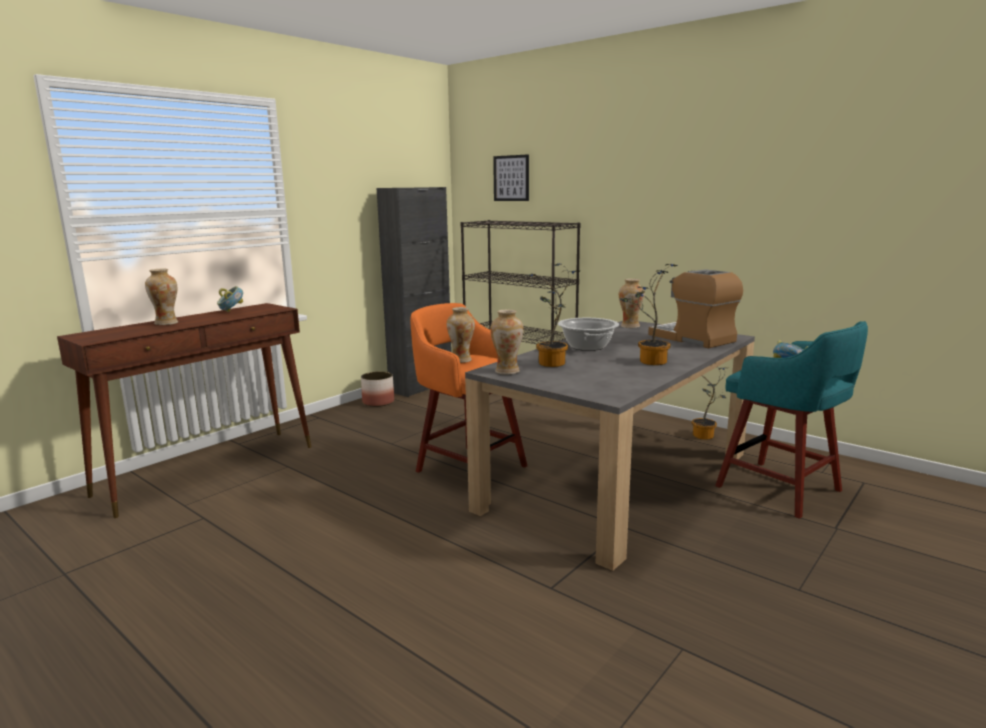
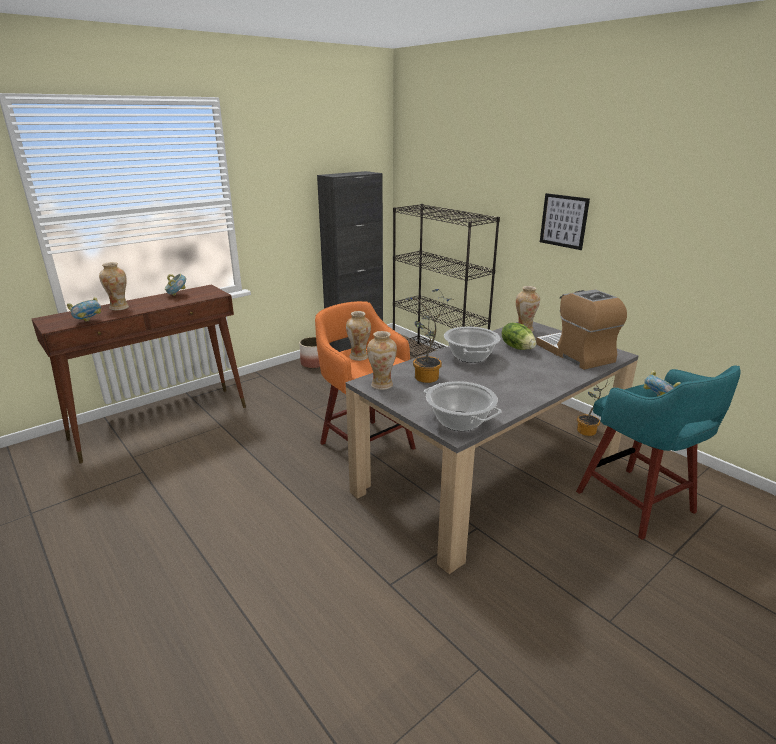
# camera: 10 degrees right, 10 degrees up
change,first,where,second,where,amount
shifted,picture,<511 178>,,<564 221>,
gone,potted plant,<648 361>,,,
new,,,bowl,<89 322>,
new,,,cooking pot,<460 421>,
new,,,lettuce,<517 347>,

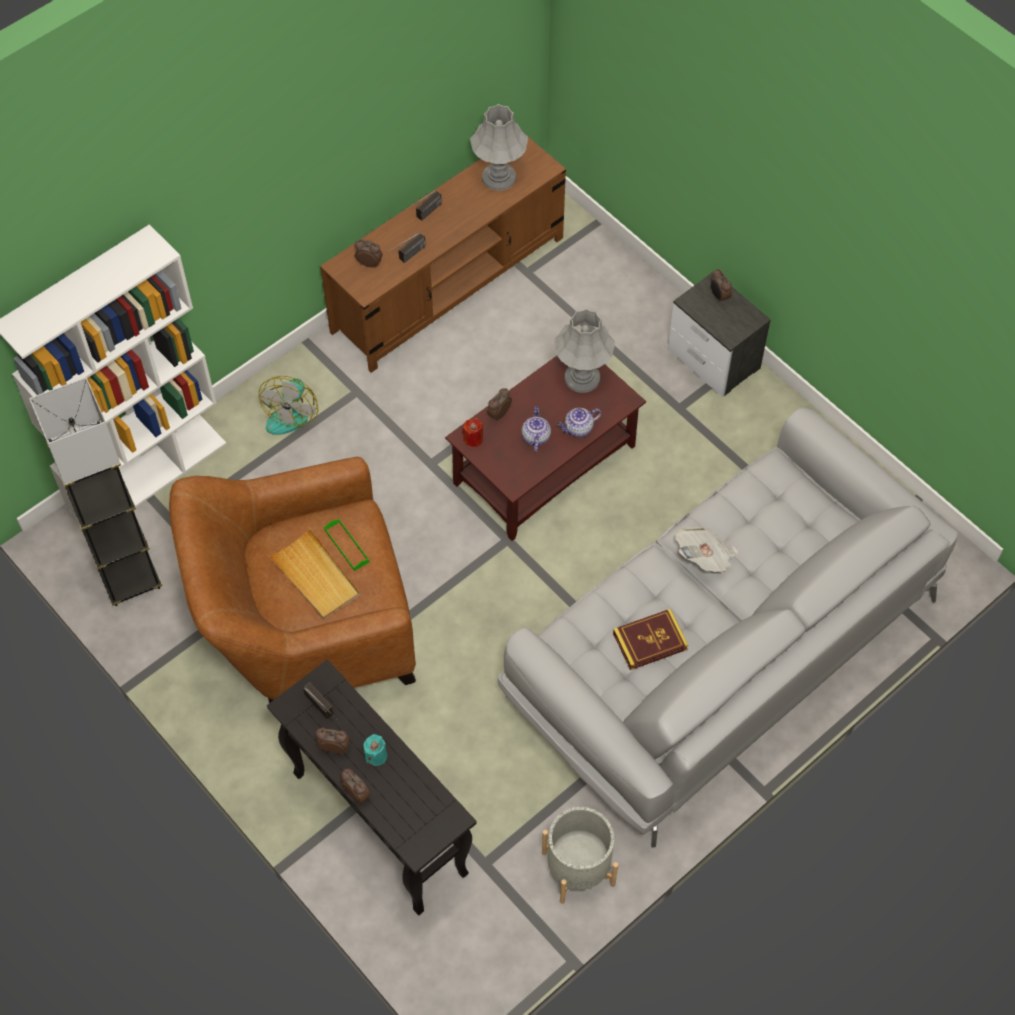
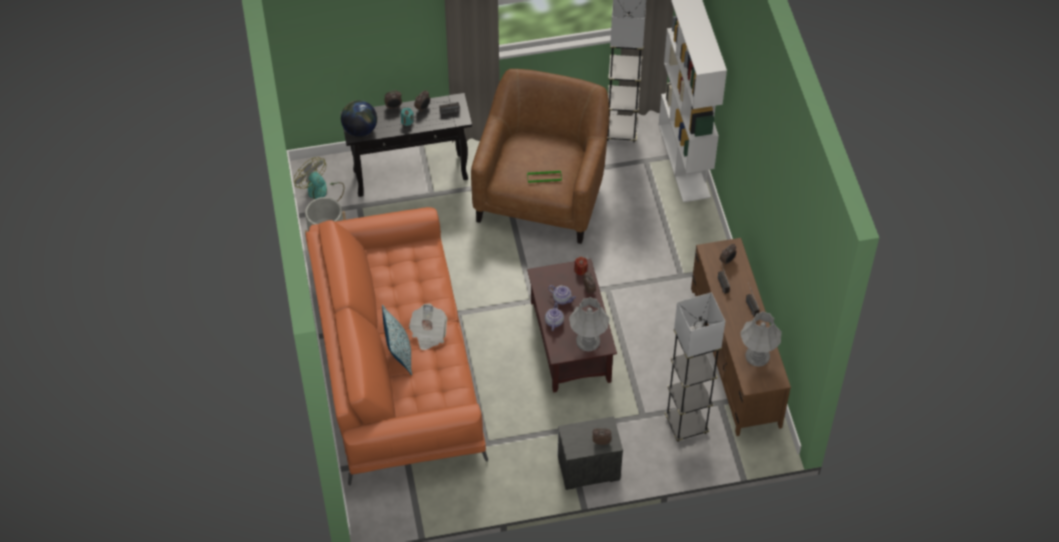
# camera: 120 degrees right, 5 degrees down
change,first,where,second,where,amount
shifted,fan,<291 411>,,<321 192>,
gone,beige tray,<315 576>,,,
repainted,grey sofa,<719 649>,orange sofa,<397 363>,
gone,book,<650 641>,,,
new,,,globe,<360 129>,
new,,,pillow,<399 353>,
new,,,grey floor lamp,<686 425>,

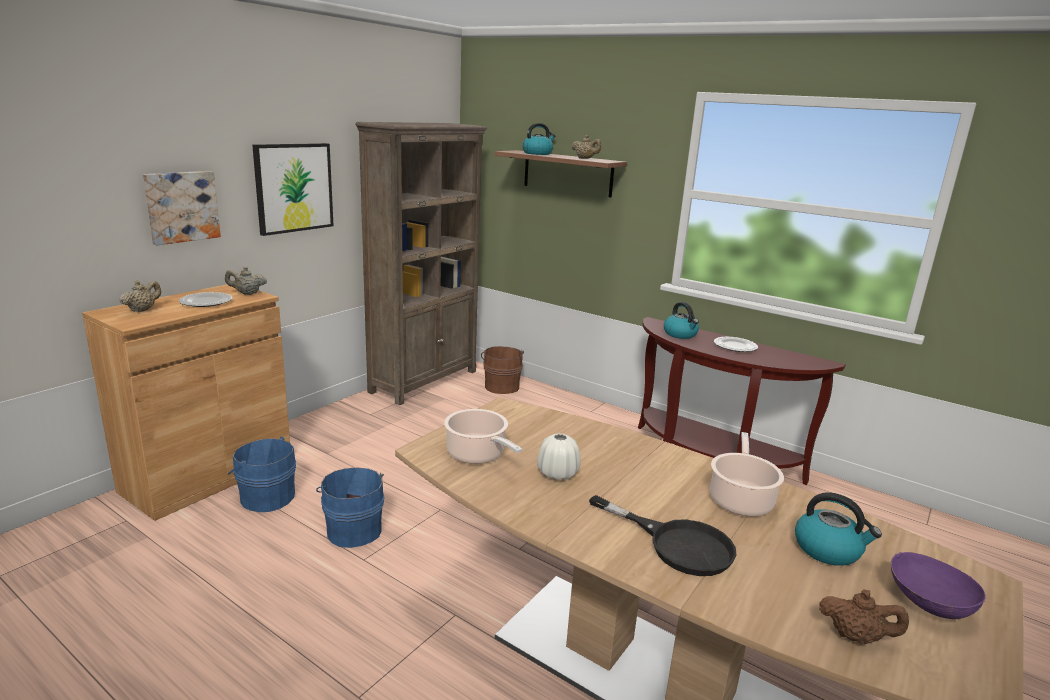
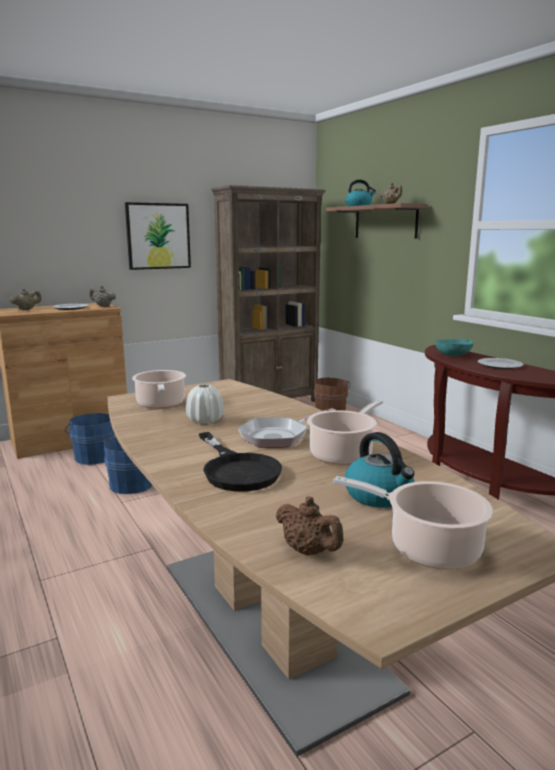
# camera: 25 degrees right, 5 degrees down
change,first,where,second,where,amount
gone,picture,<181 206>,,,
swapped,kettle,<680 334>,turquoise bowl,<453 355>,
swapped,purple bowl,<927 604>,cooking pot,<428 548>,
new,,,frying pan,<278 436>,

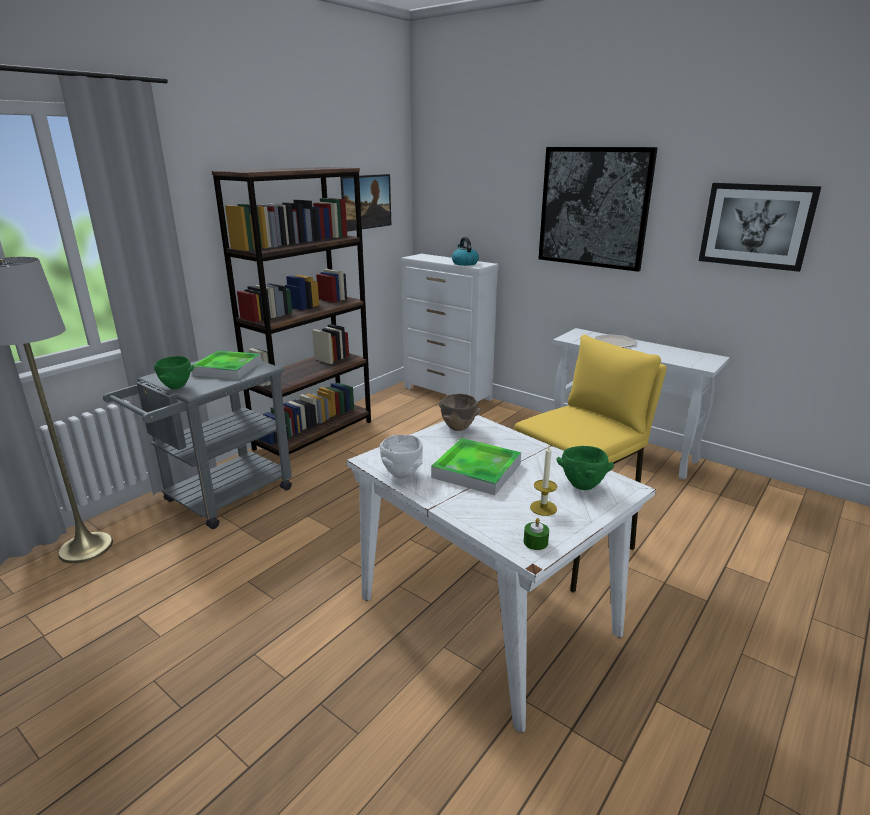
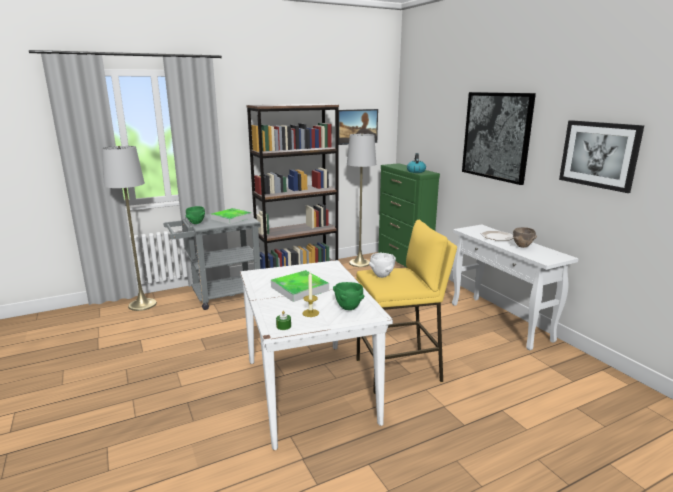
# camera: 25 degrees right, 5 degrees down
change,first,where,second,where,amount
shifted,white bowl,<402 475>,,<381 276>,
repainted,white dresser,<447 393>,green dresser,<404 263>,
shifted,brown bowl,<457 428>,,<522 246>,
new,,,grey floor lamp,<359 263>,

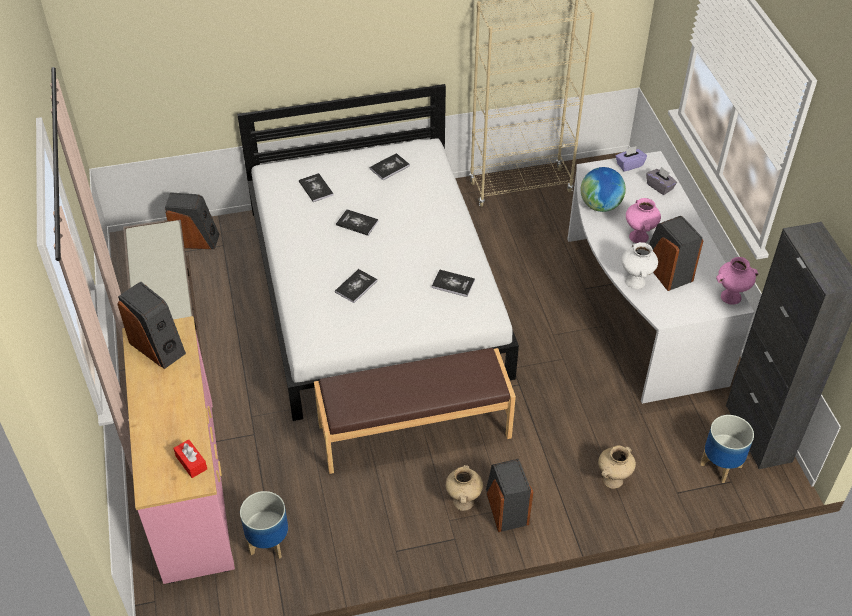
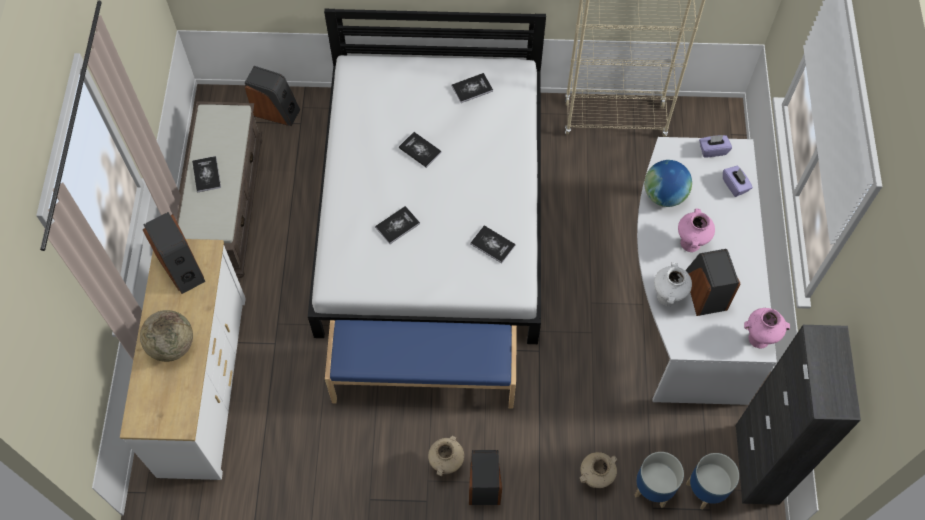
# camera: 15 degrees right, 15 degrees up
change,first,where,second,where,amount
repainted,pink dresser,<188 487>,white dresser,<202 384>,
gone,red tissue box,<191 462>,,,
shifted,planter,<268 543>,,<653 489>,
shifted,book,<316 188>,,<206 174>,
repainted,brown bench,<414 430>,blue bench,<423 376>,
repainted,grey tissue box,<660 187>,purple tissue box,<735 185>,
new,,,globe,<172 345>,

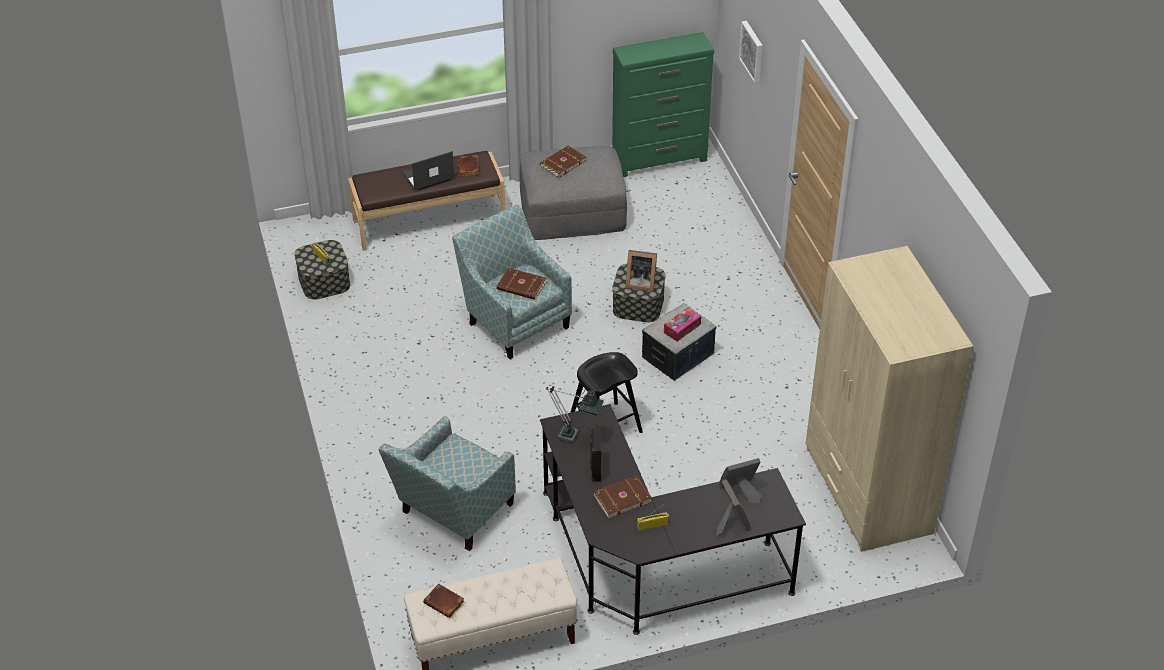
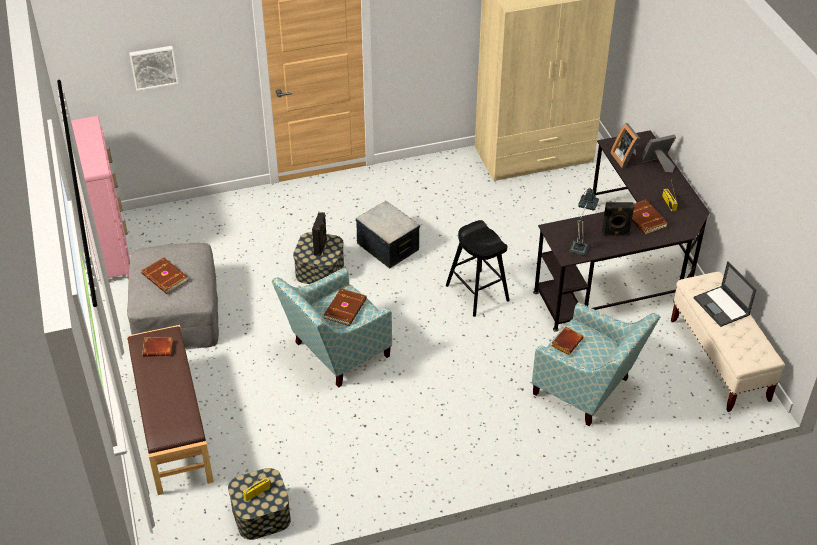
# camera: 90 degrees left, 0 degrees up
change,first,where,second,where,amount
shifted,laptop,<427 176>,,<722 307>,
shifted,brown book,<445 603>,,<566 342>,
repainted,green dresser,<660 160>,pink dresser,<111 251>,
swapped,picture frame,<640 282>,black speaker,<321 247>,
gone,tissue box,<682 328>,,,

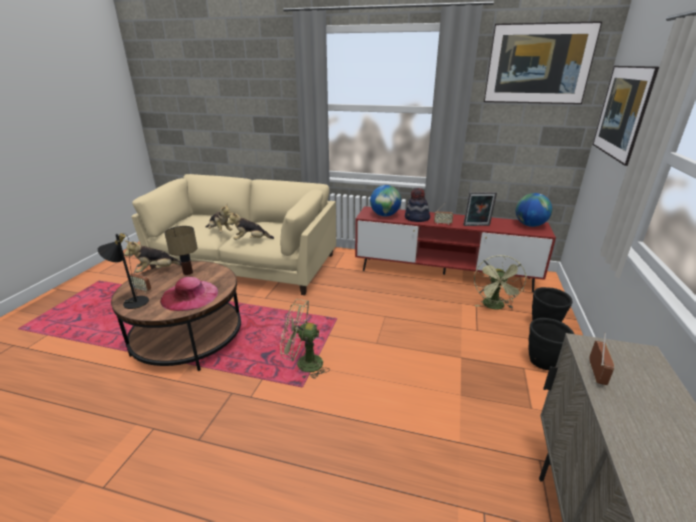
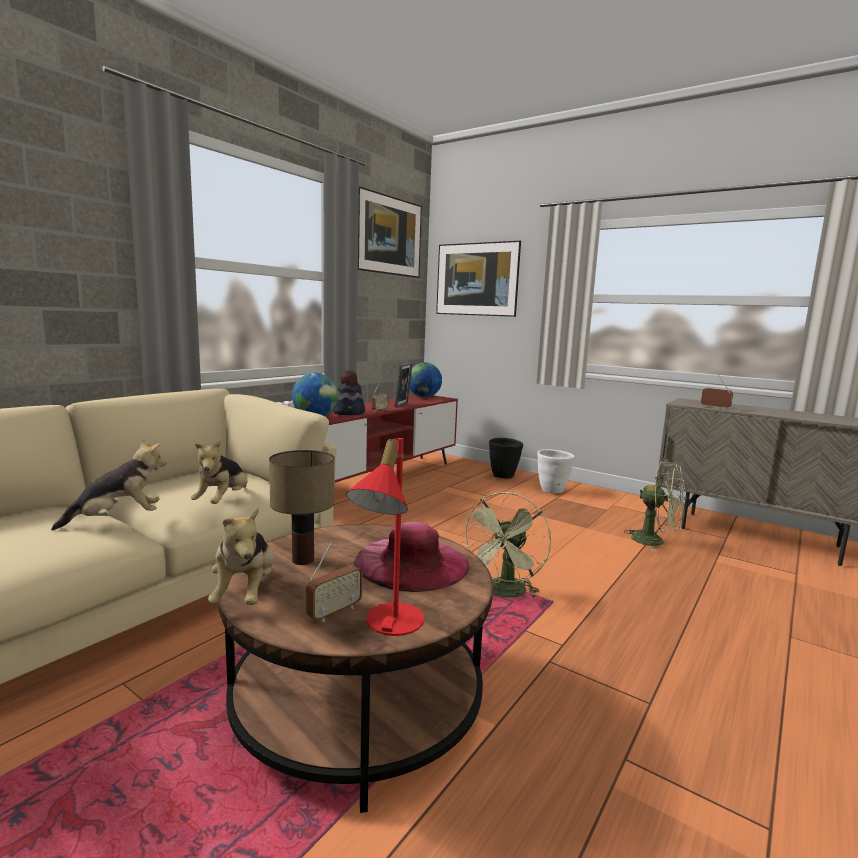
# camera: 70 degrees left, 15 degrees down
change,first,where,second,where,amount
repainted,black table lamp,<132 301>,red table lamp,<387 624>,
shifted,green fan,<494 307>,,<655 541>,
repainted,black planter,<542 363>,white planter,<552 491>,

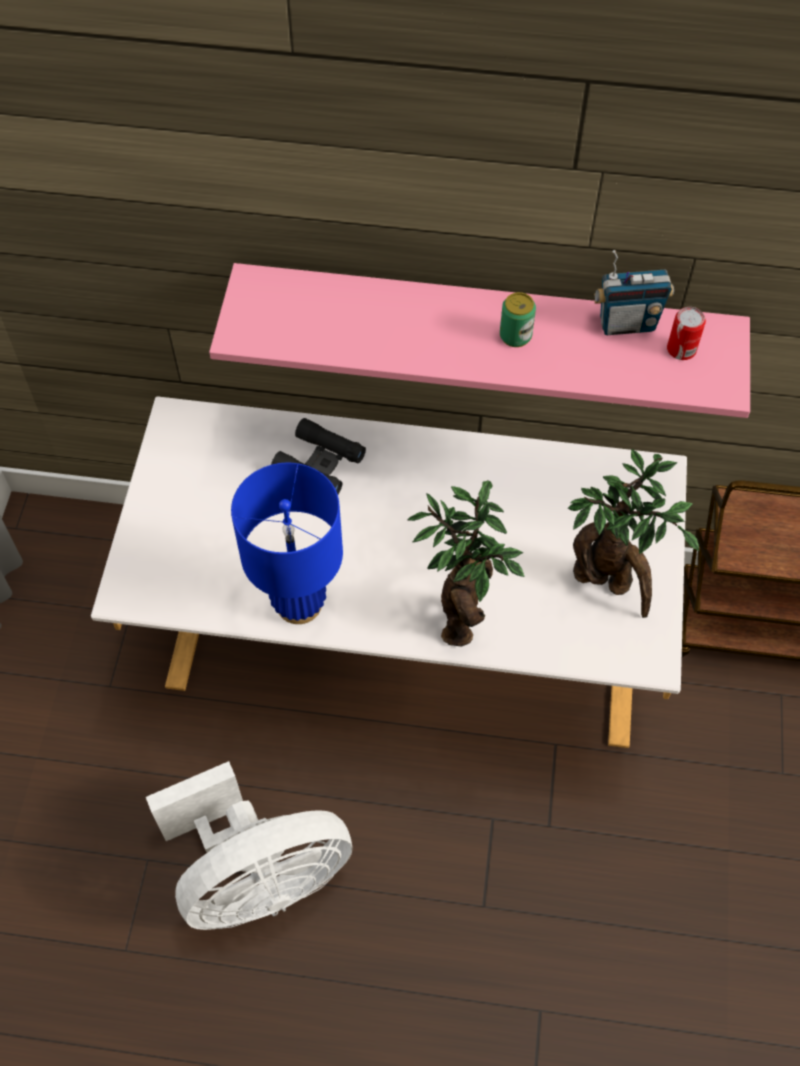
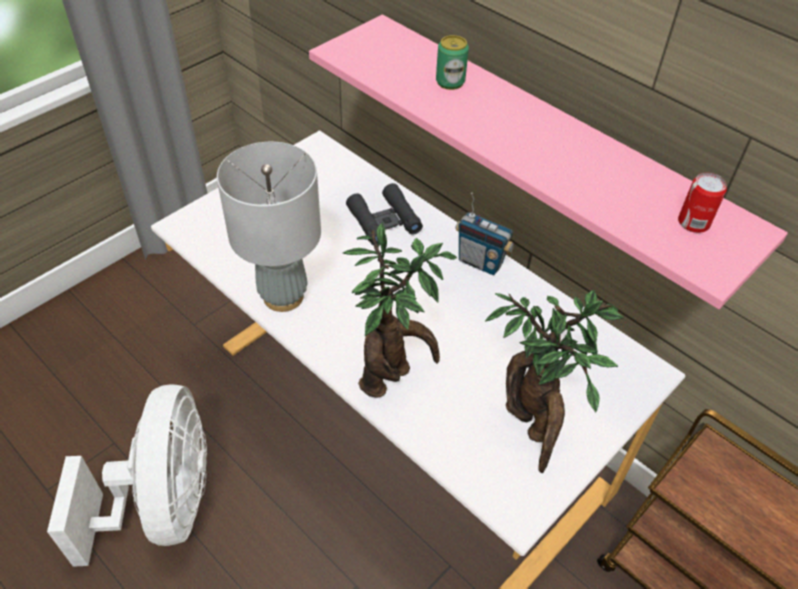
# camera: 35 degrees right, 10 degrees down
change,first,where,second,where,amount
rotated,white fan,<258 878>,,<165 505>,105 degrees counterclockwise
repainted,blue table lamp,<298 603>,grey table lamp,<283 296>,
shifted,can,<515 336>,,<450 82>,
shifted,radio,<626 324>,,<480 262>,

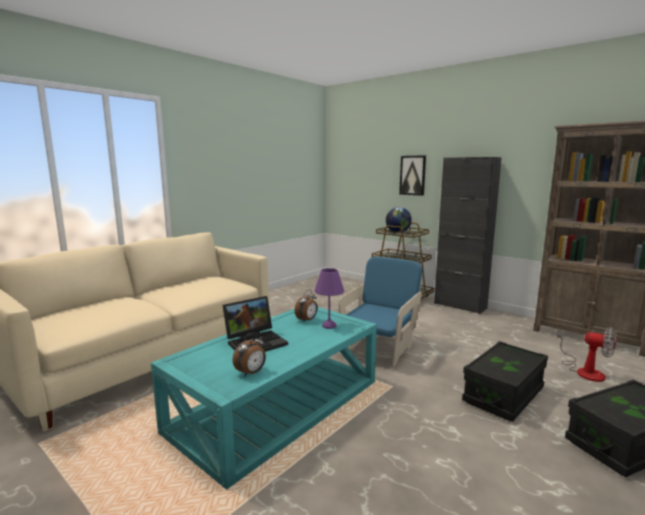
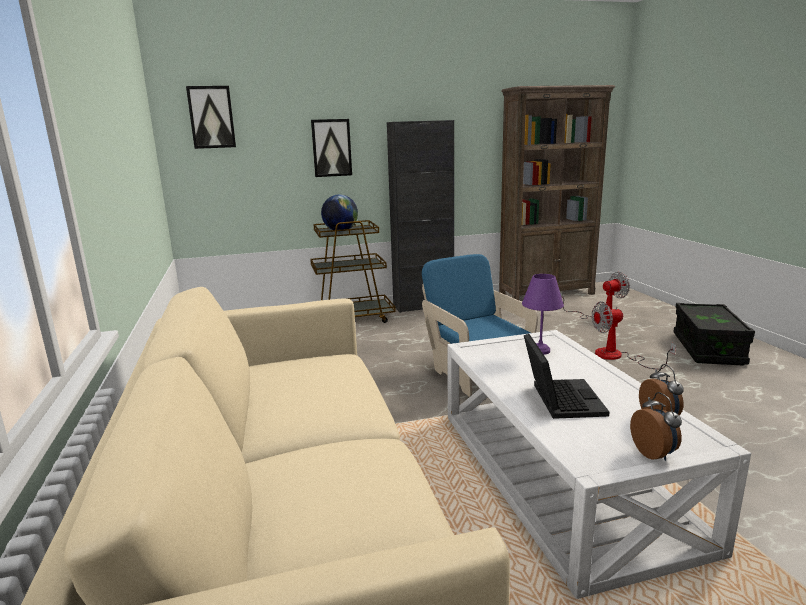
# camera: 55 degrees left, 5 degrees up
change,first,where,second,where,amount
repainted,turquoise coffee table,<277 405>,white coffee table,<559 474>,
shifted,alarm clock,<307 320>,,<654 453>,
swapped,black storage box,<503 395>,fan,<618 357>,
new,,,picture,<211 117>,

